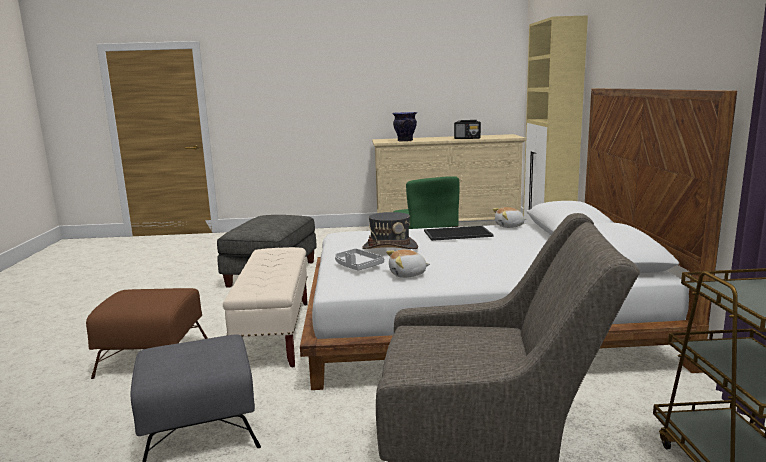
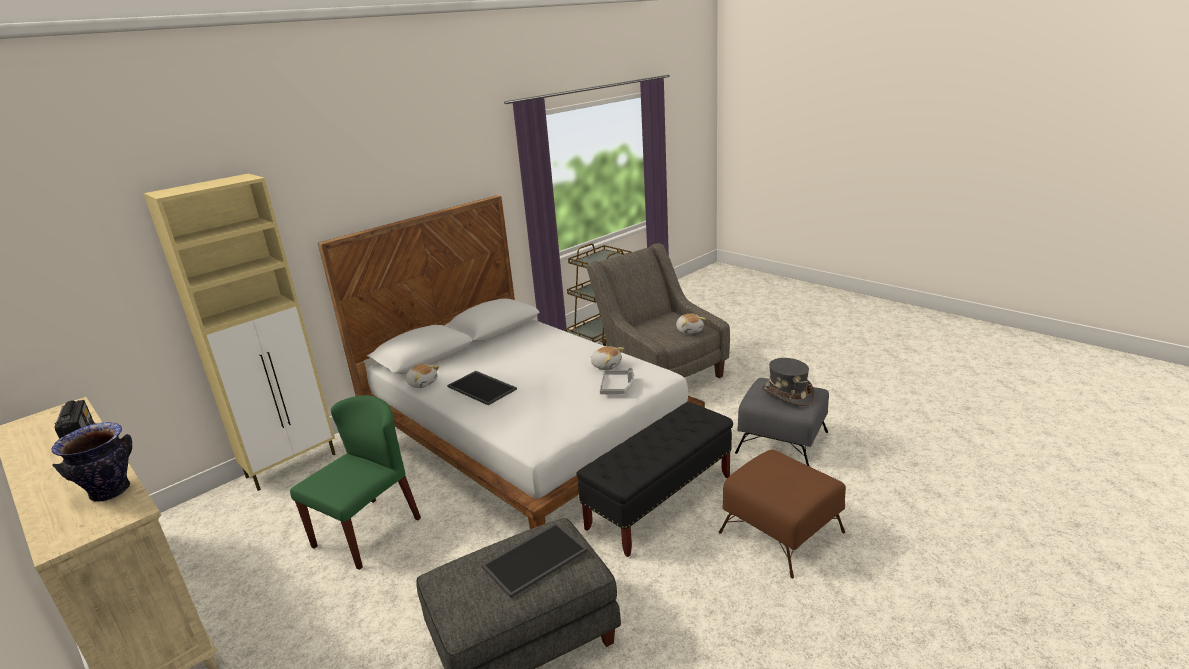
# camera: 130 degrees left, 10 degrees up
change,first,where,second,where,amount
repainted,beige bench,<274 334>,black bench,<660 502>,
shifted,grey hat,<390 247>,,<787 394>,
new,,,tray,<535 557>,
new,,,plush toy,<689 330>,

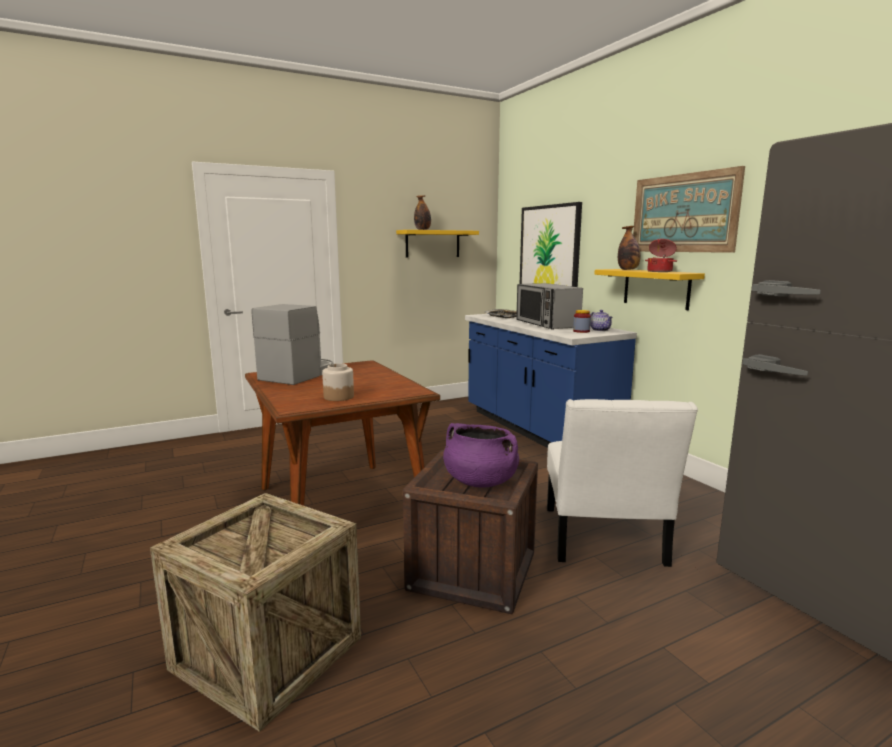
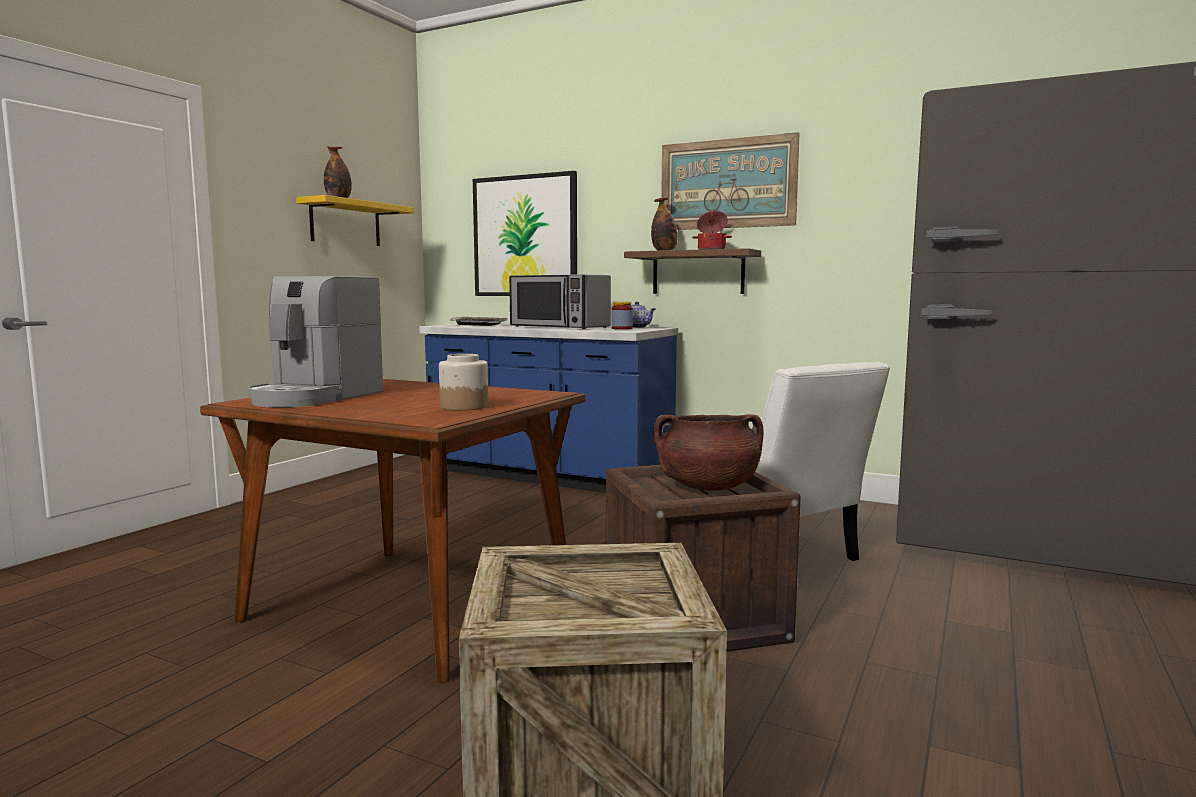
# camera: 35 degrees left, 5 degrees down
change,first,where,second,where,amount
rotated,coffee machine,<299 375>,,<315 397>,150 degrees counterclockwise
repainted,purple cooking pot,<479 481>,brown cooking pot,<707 487>,
repainted,yellow shelf,<656 288>,brown shelf,<698 272>,

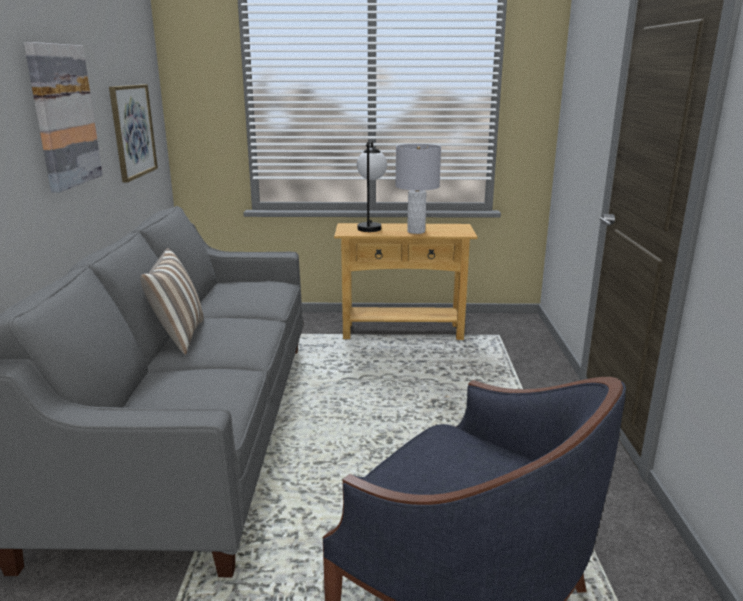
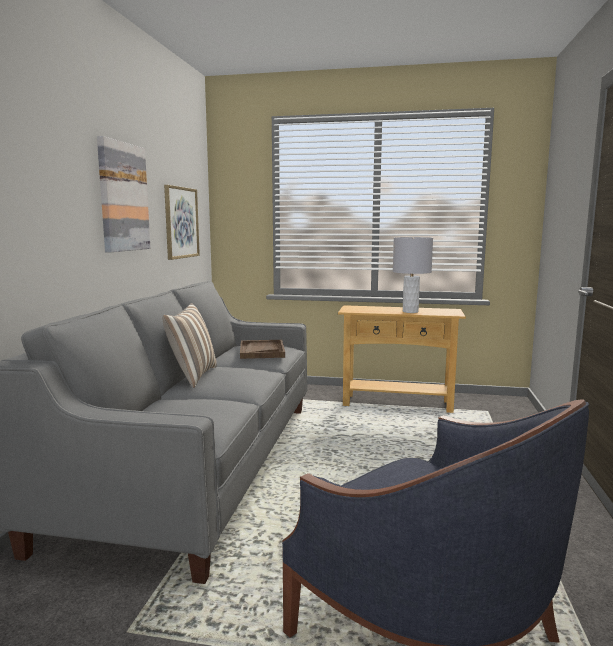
# camera: 10 degrees right, 10 degrees down
change,first,where,second,where,amount
gone,table lamp,<370 226>,,,
new,,,brown tray,<262 351>,

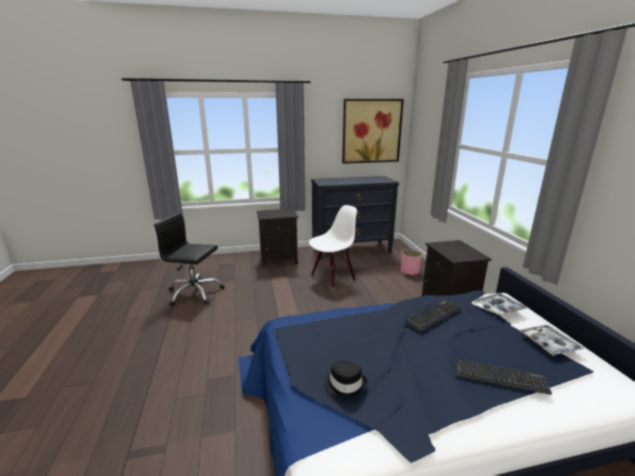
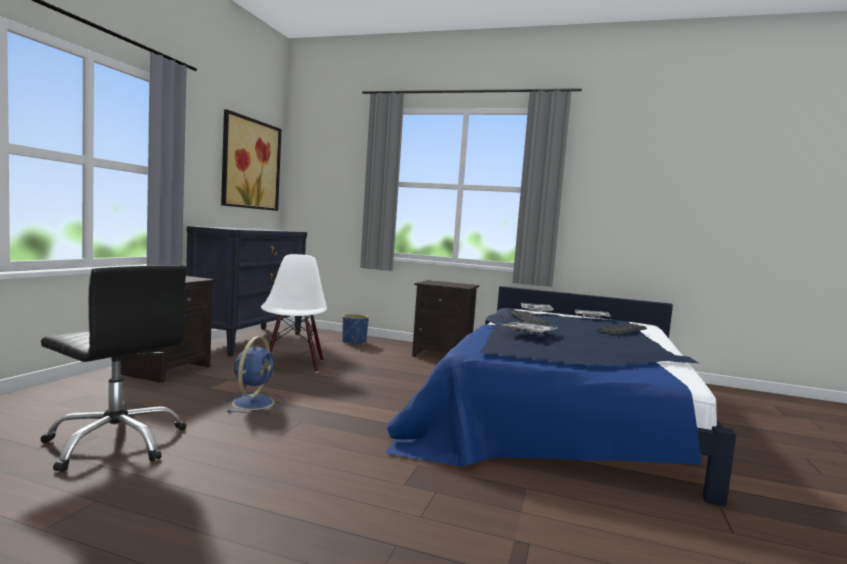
# camera: 60 degrees left, 15 degrees down
change,first,where,second,where,amount
rotated,black office chair,<194 293>,,<116 442>,105 degrees counterclockwise
gone,black hat,<345 384>,,,
repainted,pink planter,<409 271>,blue planter,<354 342>,
new,,,blue fan,<254 402>,
new,,,tray,<529 333>,

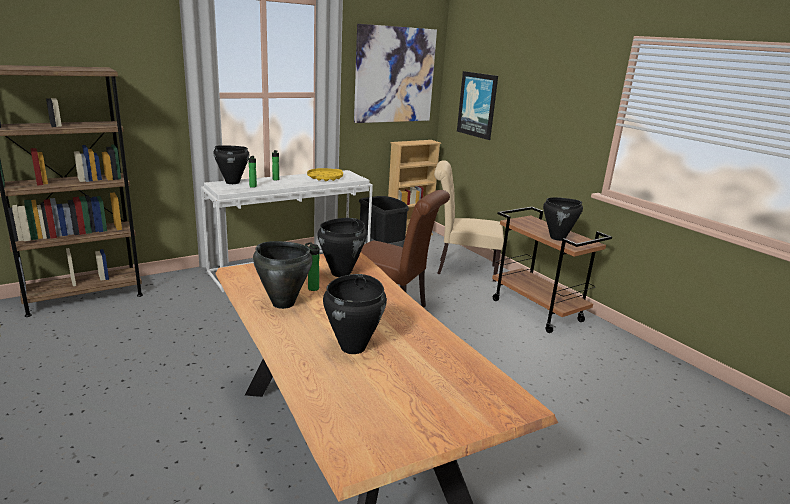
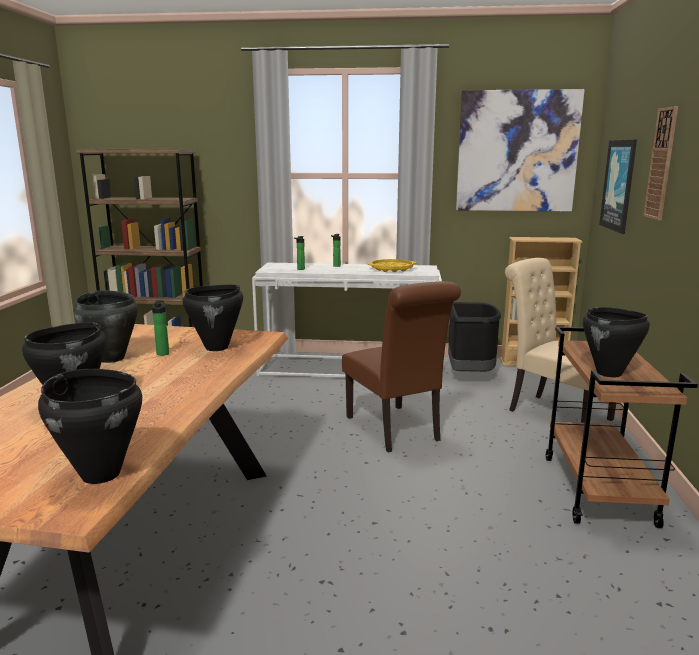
# camera: 40 degrees right, 5 degrees down
change,first,where,second,where,amount
shifted,black cooking pot,<232 182>,,<101 474>,
new,,,wall clock,<661 164>,

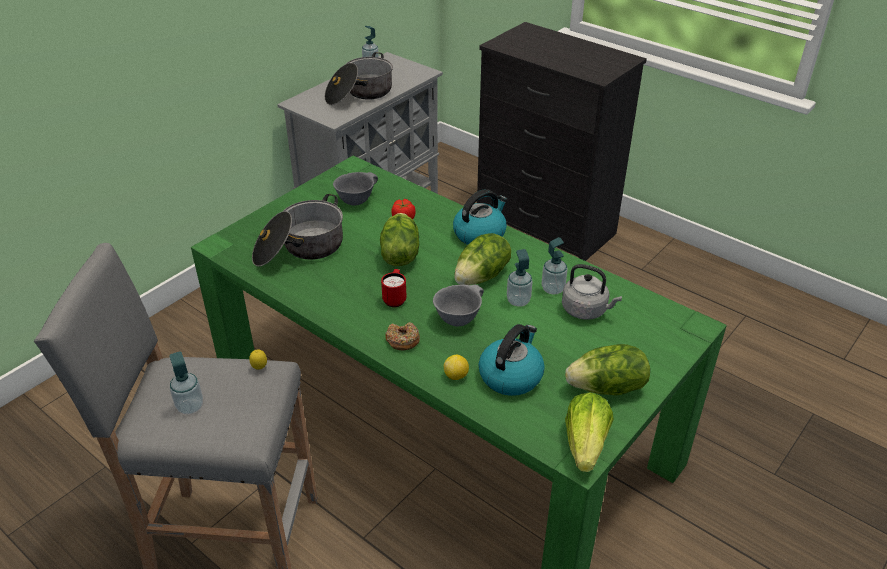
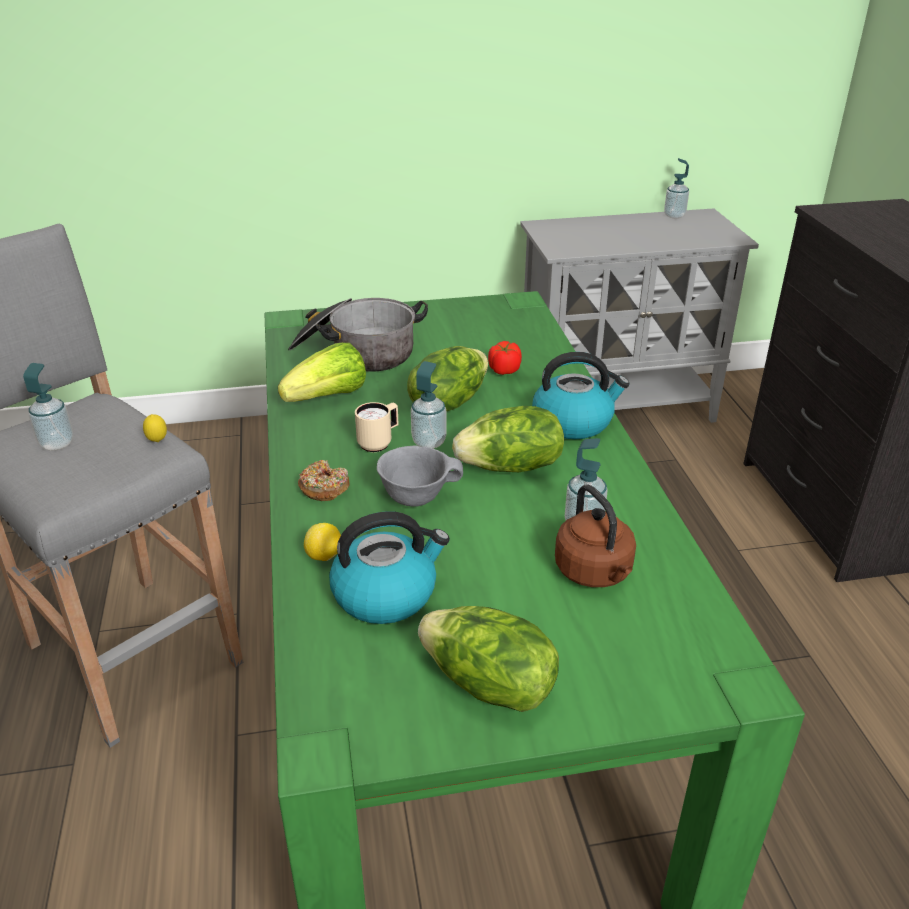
# camera: 40 degrees right, 5 degrees down
change,first,where,second,where,amount
gone,cooking pot,<359 94>,,,
gone,grey bowl,<355 200>,,,
repainted,red mug,<395 298>,beige mug,<379 443>,
shifted,soap dispenser,<518 301>,,<429 442>,
repainted,grey kettle,<586 310>,brown kettle,<595 573>,
shifted,lettuce,<585 444>,,<328 397>,

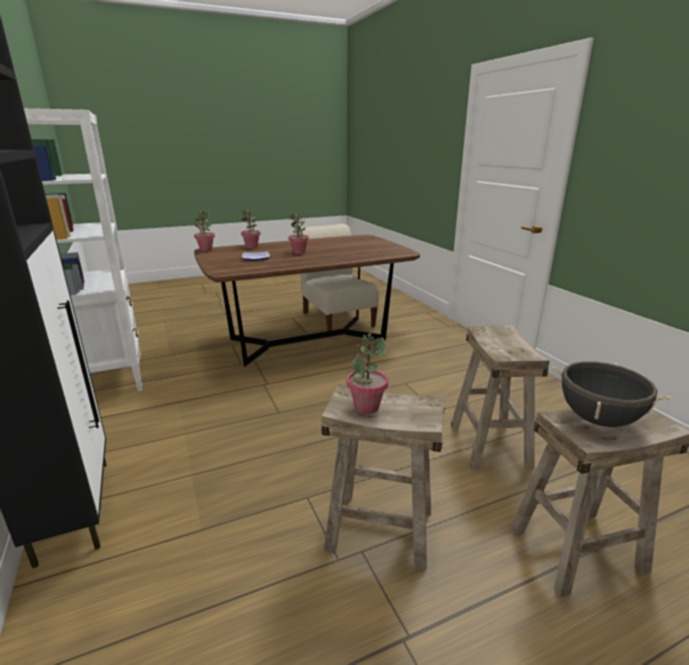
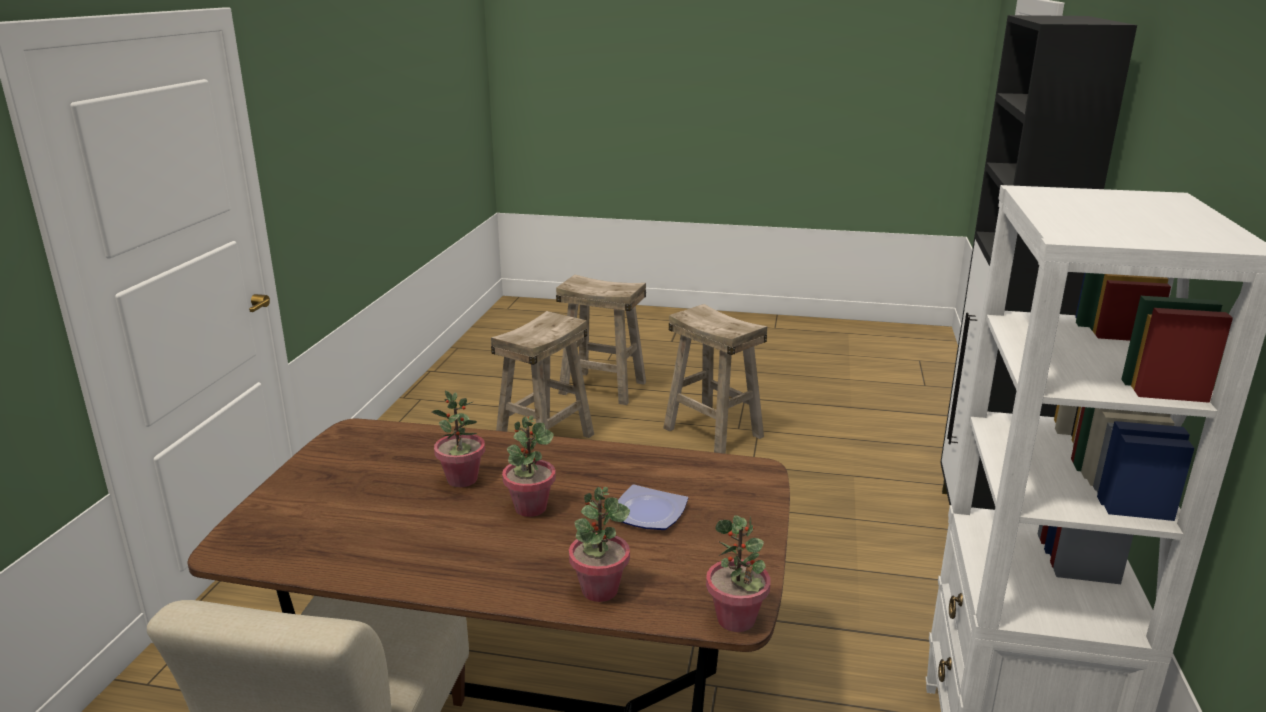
# camera: 145 degrees left, 0 degrees up
change,first,where,second,where,amount
shifted,potted plant,<366 407>,,<462 480>,
gone,black cooking pot,<598 419>,,,

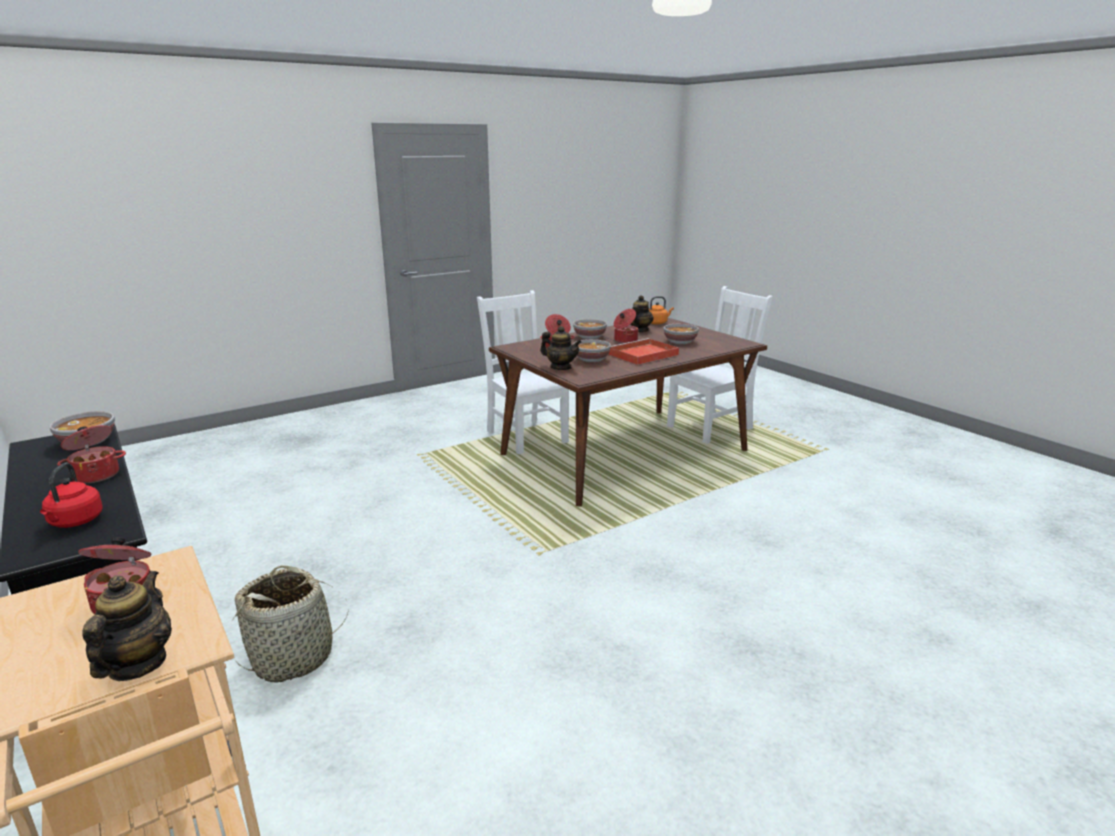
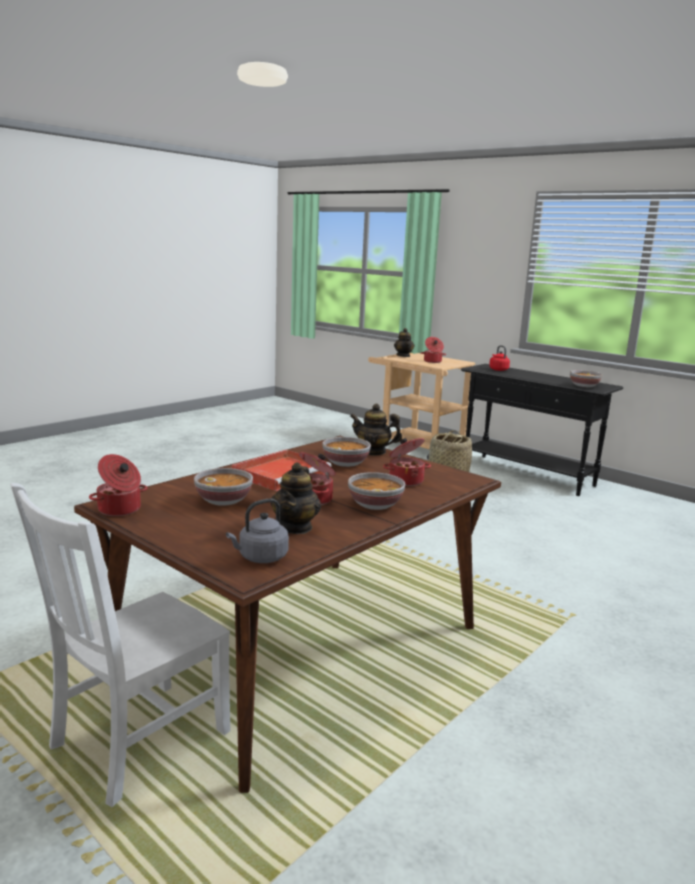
# camera: 165 degrees right, 5 degrees down
change,first,where,second,where,amount
shifted,cooking pot,<96 475>,,<120 510>,
gone,white chair,<525 435>,,,
repainted,orange kettle,<657 323>,grey kettle,<260 558>,

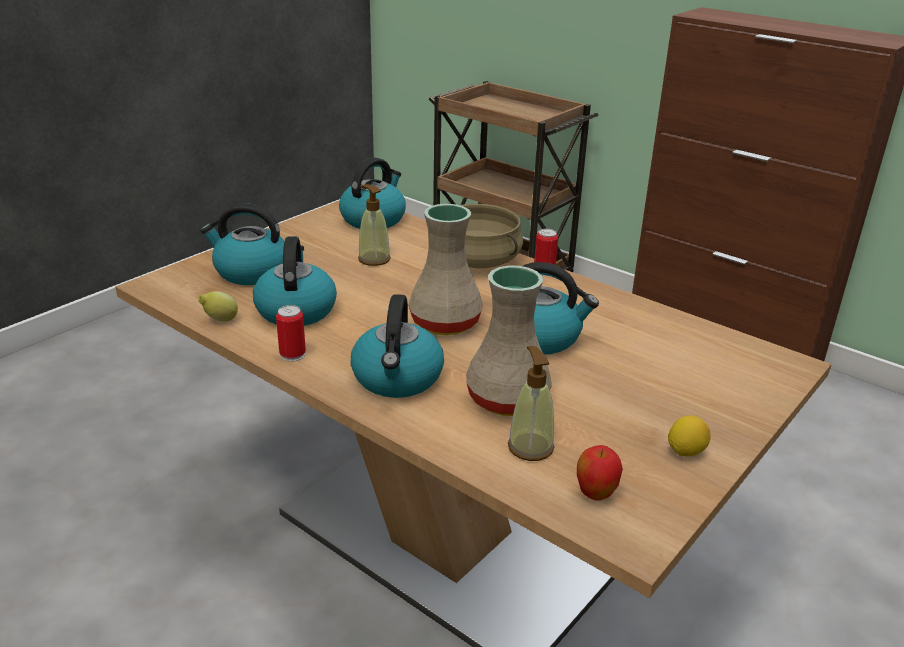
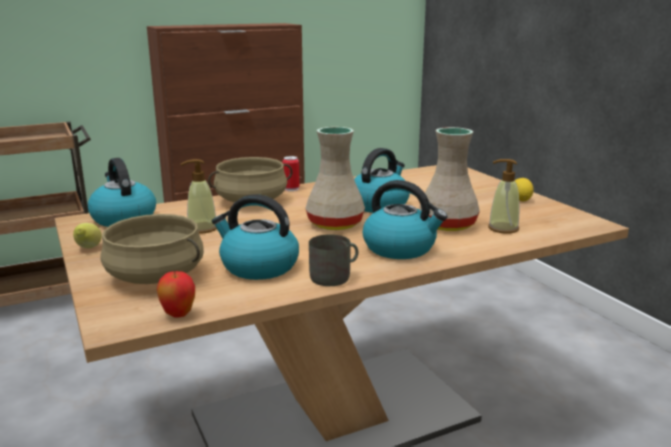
# camera: 65 degrees left, 10 degrees down
change,first,where,second,where,amount
shifted,lemon,<220 320>,,<88 249>,
swapped,kettle,<251 272>,beige cooking pot,<156 276>,
swapped,can,<292 354>,grey mug,<335 277>,
shifted,apple,<595 495>,,<178 315>,

